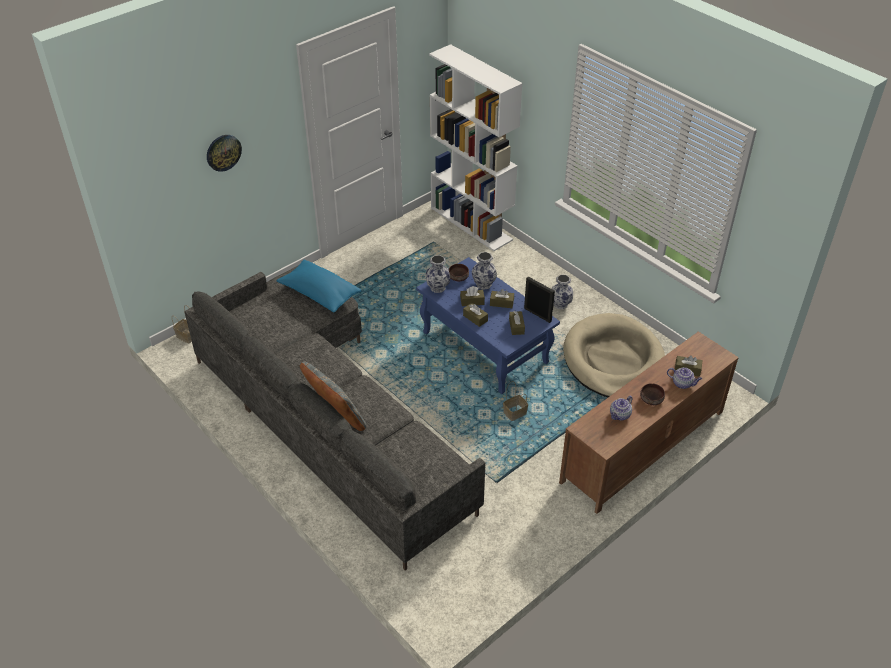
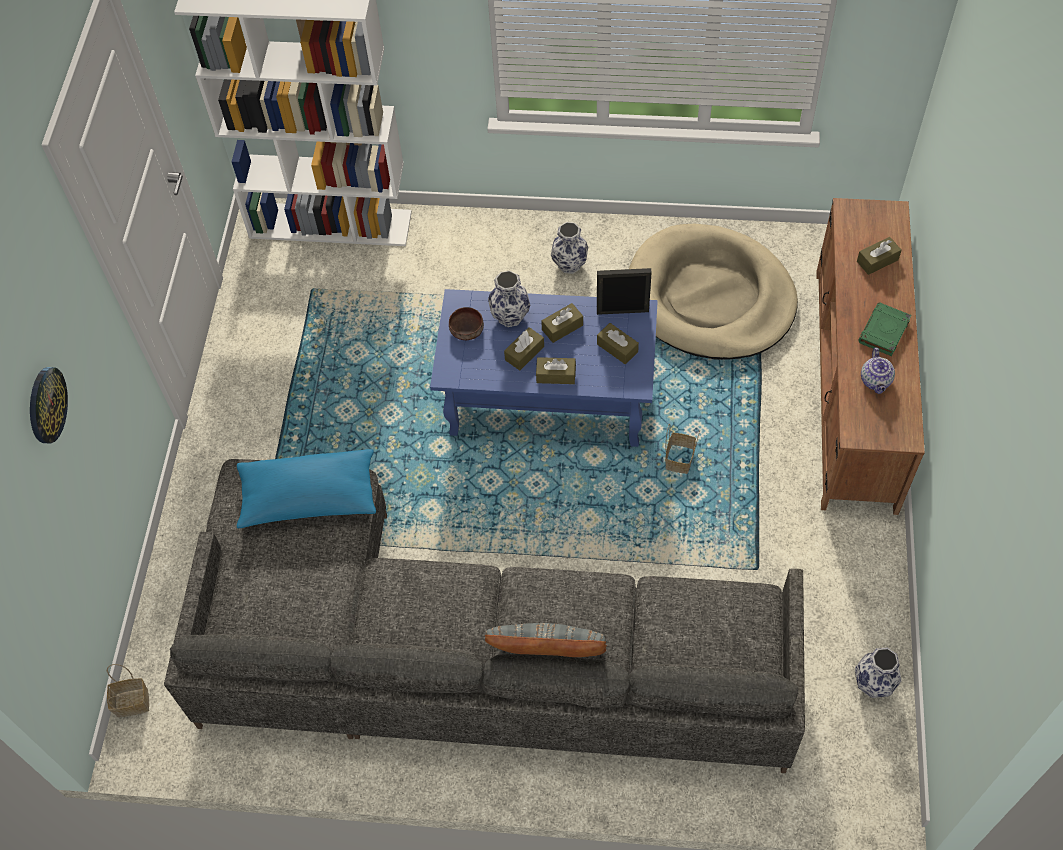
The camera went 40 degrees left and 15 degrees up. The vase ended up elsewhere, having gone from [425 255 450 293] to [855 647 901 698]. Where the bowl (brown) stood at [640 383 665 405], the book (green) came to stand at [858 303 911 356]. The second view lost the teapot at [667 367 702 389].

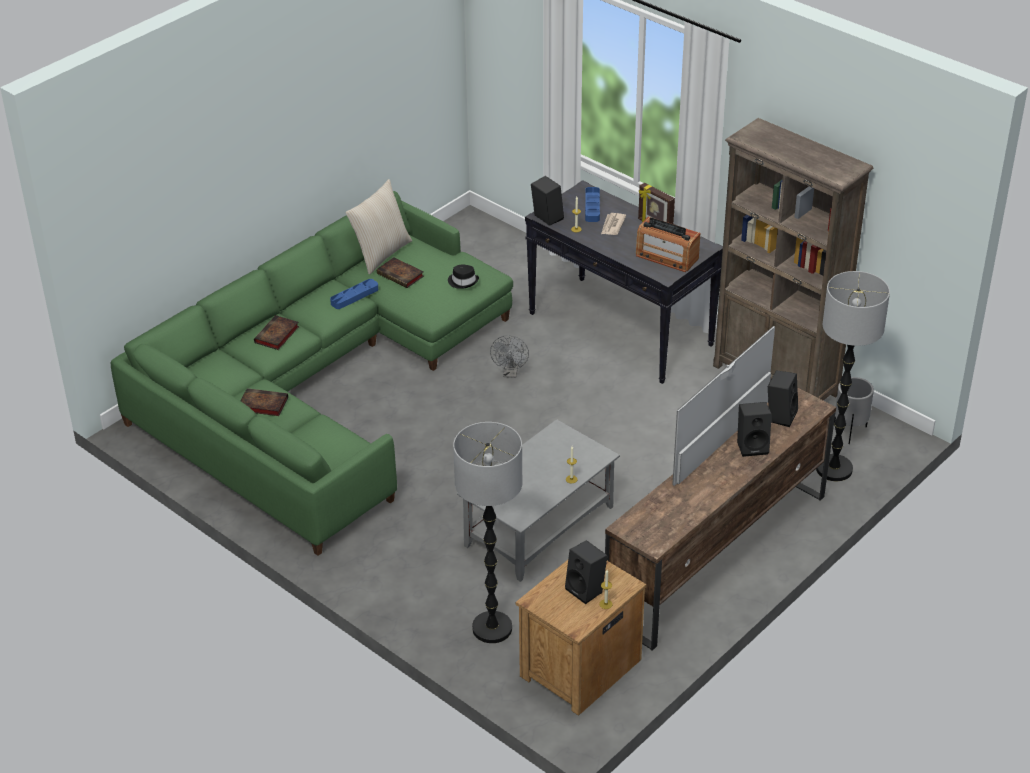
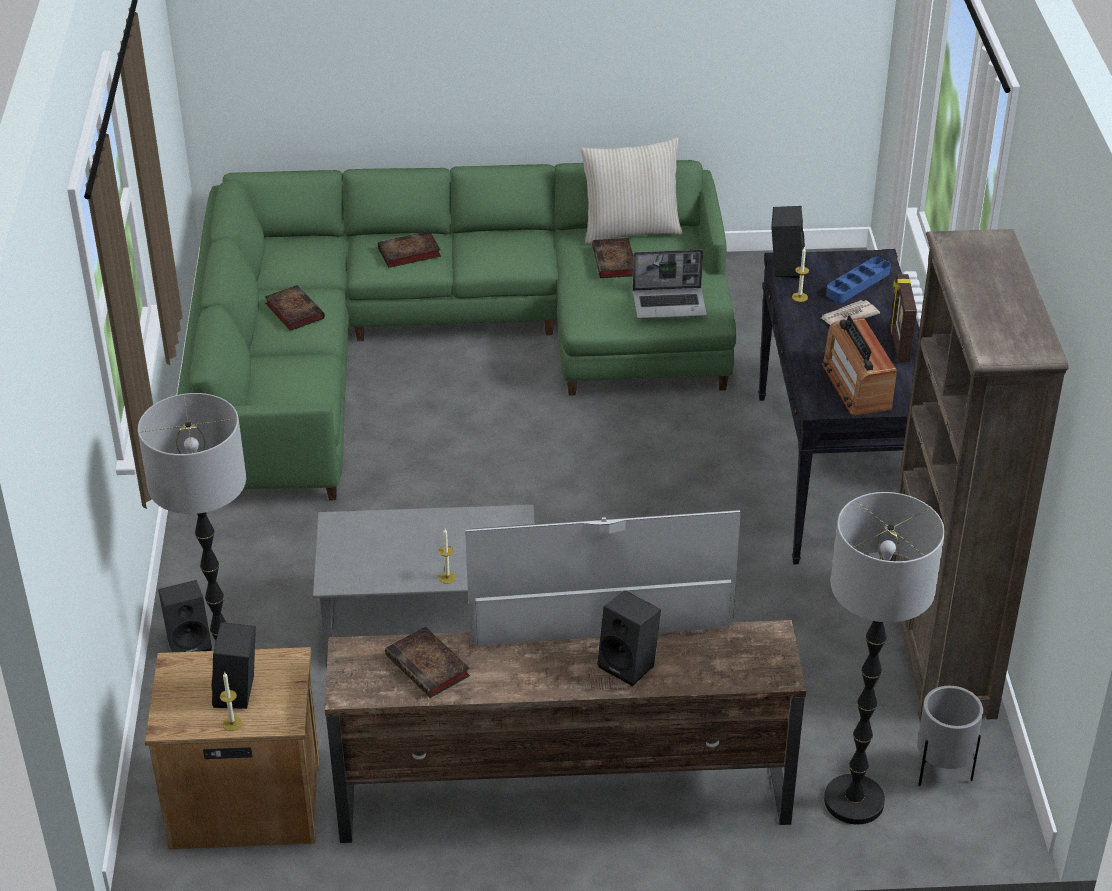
The camera went 45 degrees right and 0 degrees up. The speaker (black) ended up elsewhere, having gone from [768 370 798 427] to [158 580 212 652]. The second view gained the book at [385 626 470 698]. Where the hat (black) stood at [448 265 479 289], the laptop came to stand at [633 249 707 319]. The second view lost the tray (blue) at [330 279 378 309]. The second view lost the fan (grey) at [490 335 529 378].

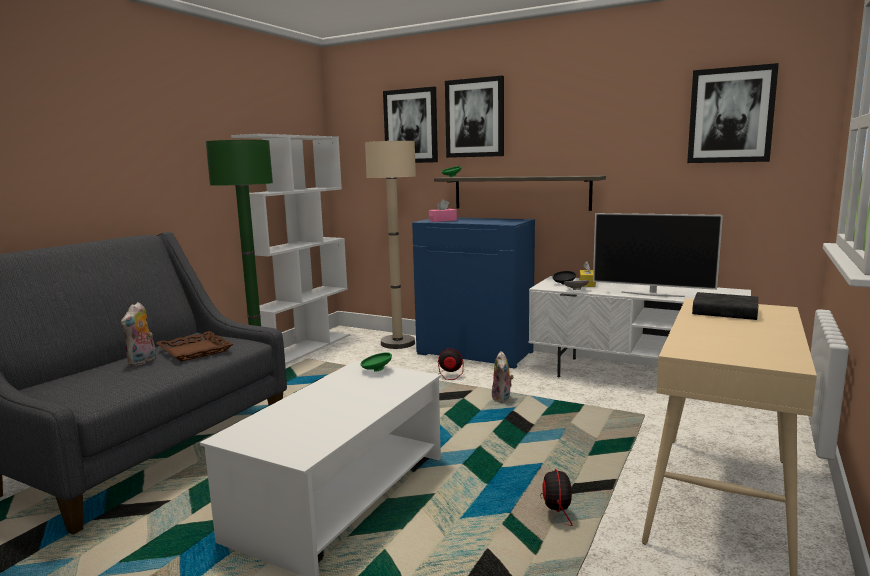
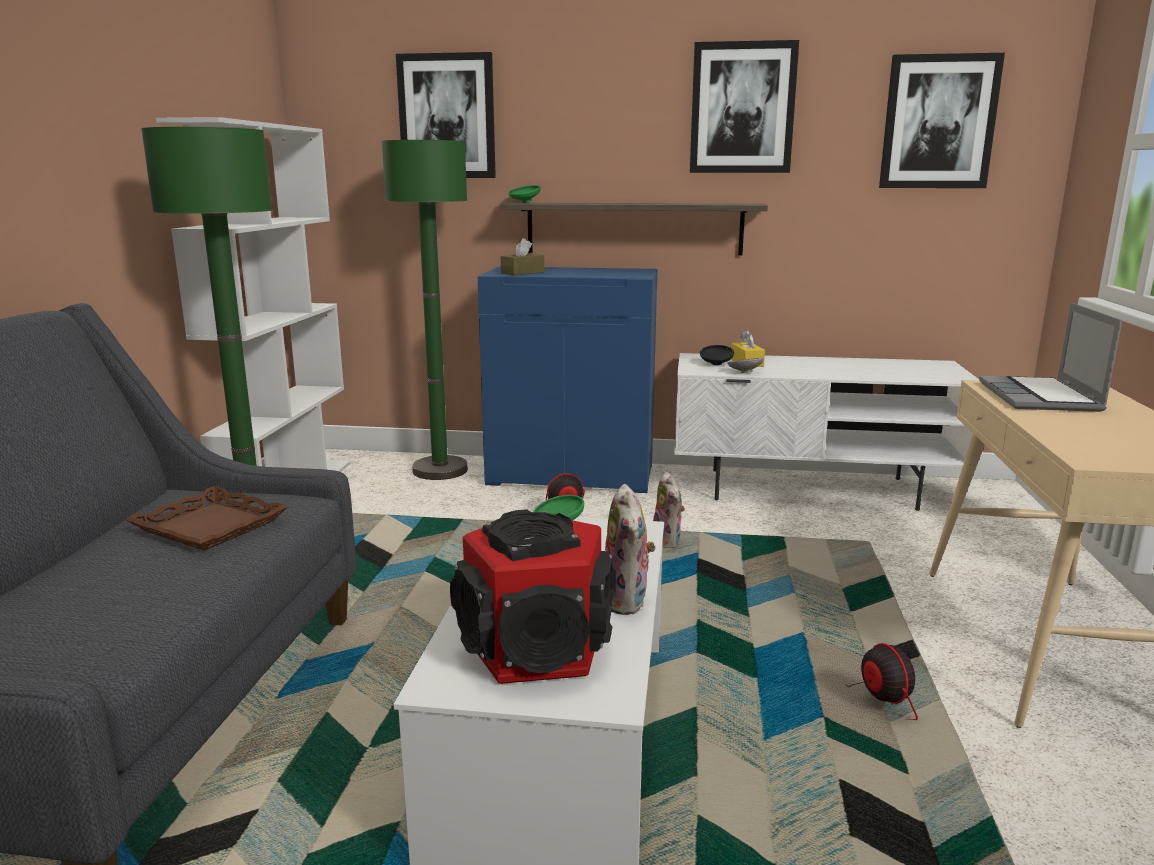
The camera went 20 degrees left and 5 degrees up. What was the floor lamp (beige) at [365 141 416 349] turned into the floor lamp (green) at [382 140 468 480]. The second view gained the speaker at [450 509 616 684]. What was the tissue box (pink) at [429 199 457 222] turned into the tissue box (brown) at [501 238 544 275]. The plush toy ended up elsewhere, having gone from [121 302 156 366] to [605 484 656 615]. The picture ended up elsewhere, having gone from [445 76 504 158] to [690 40 799 173]. Where the book (black) stood at [692 292 758 320], the laptop came to stand at [979 303 1122 412]. The second view lost the television at [593 213 723 297].

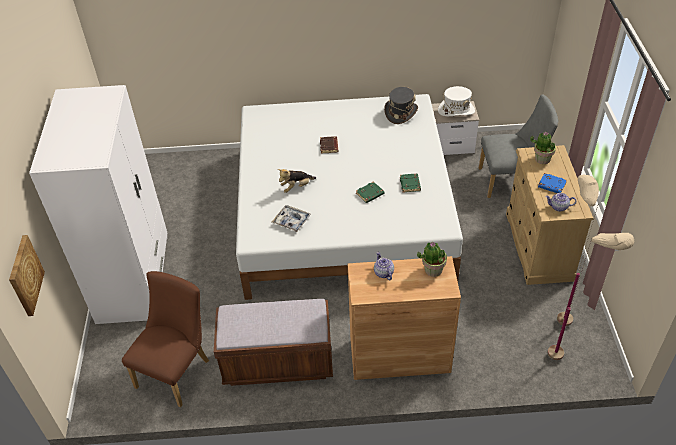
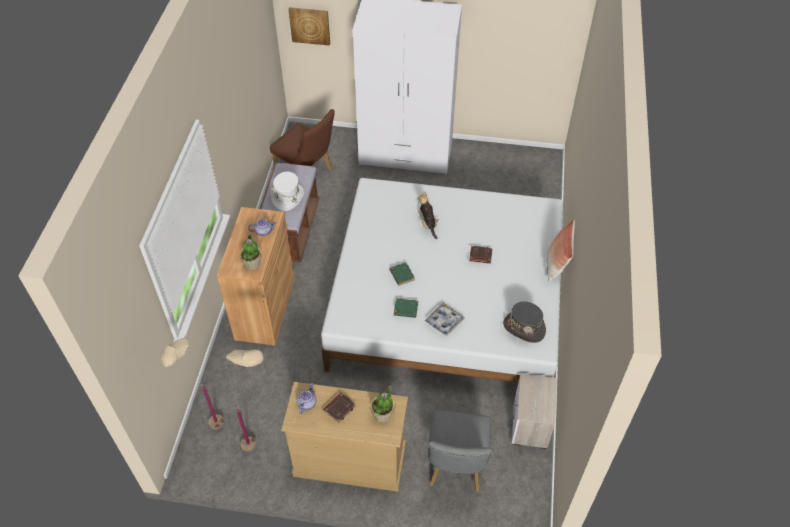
The camera went 100 degrees right and 5 degrees up. The hat (white) ended up elsewhere, having gone from [438 86 475 116] to [270 172 304 211]. What was the book (blue) at [538 173 567 193] turned into the book (brown) at [323 392 356 423]. The tray ended up elsewhere, having gone from [272 205 311 232] to [425 303 464 336]. The second view gained the pillow at [546 220 575 282].

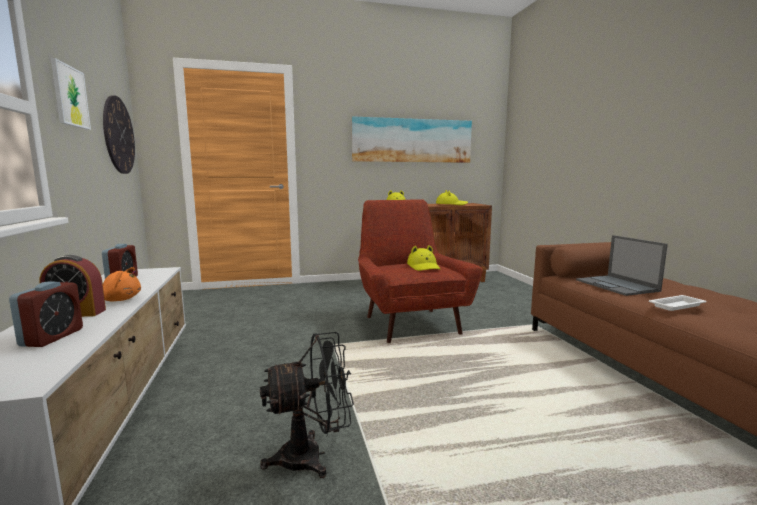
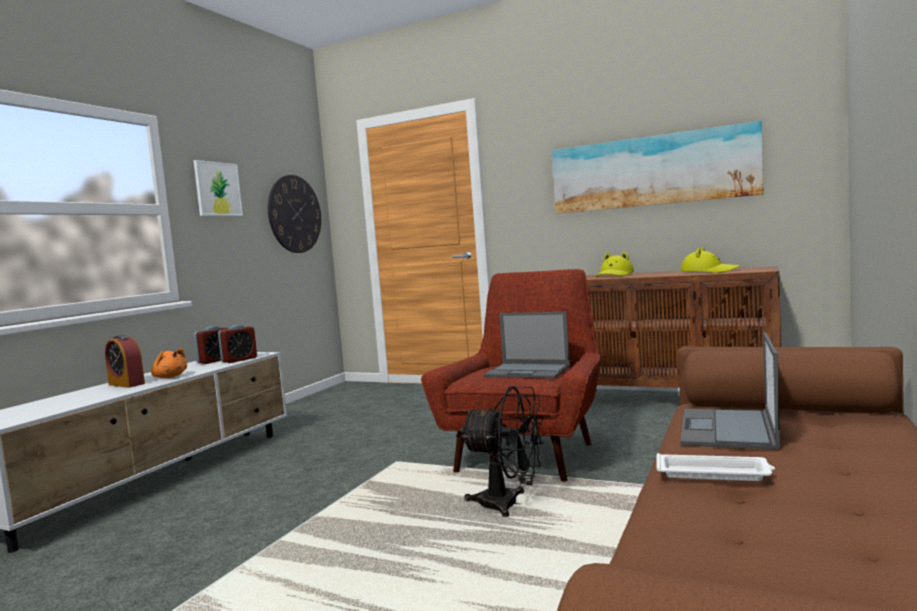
The camera went 40 degrees right and 5 degrees down. The alarm clock ended up elsewhere, having gone from [9 281 83 347] to [218 325 257 363]. The fan (black) ended up elsewhere, having gone from [260 332 354 478] to [460 386 544 517]. Where the hat (yellow) stood at [407 245 441 271], the laptop came to stand at [484 312 570 379].

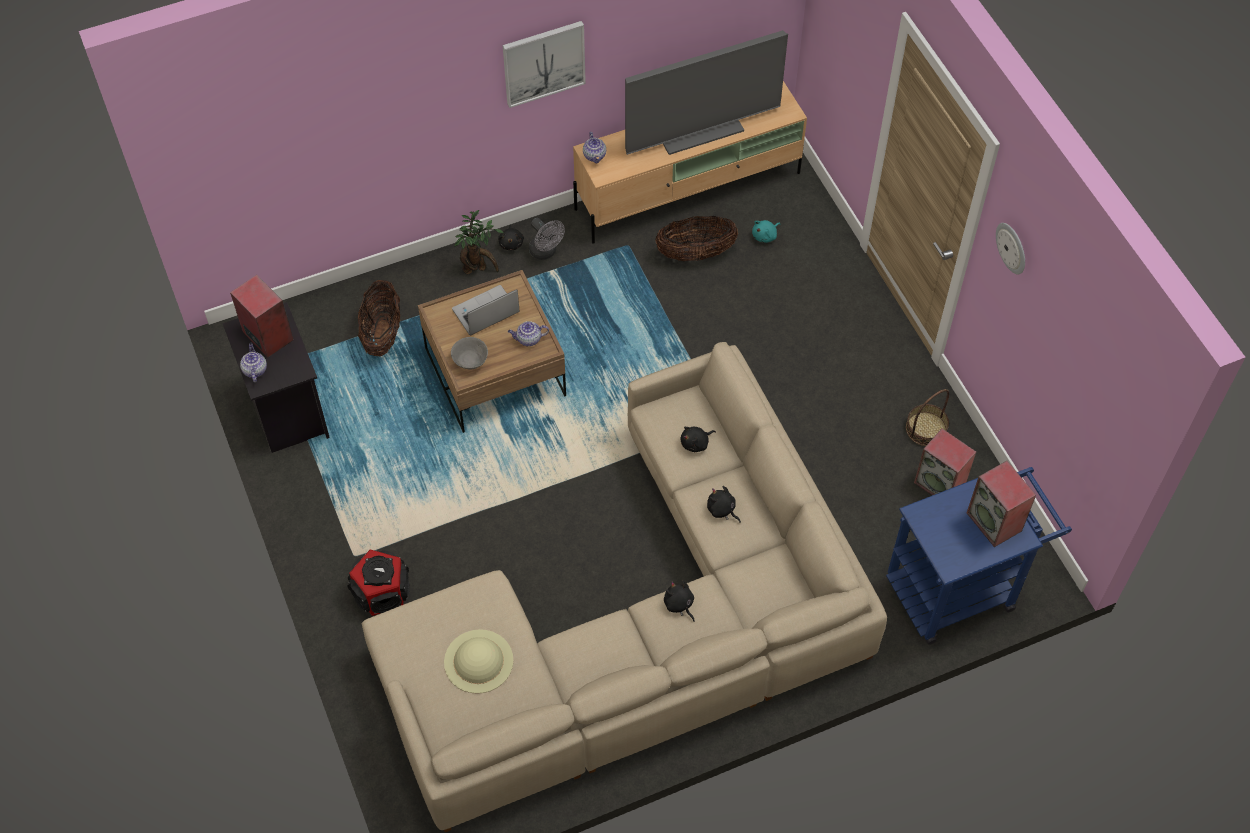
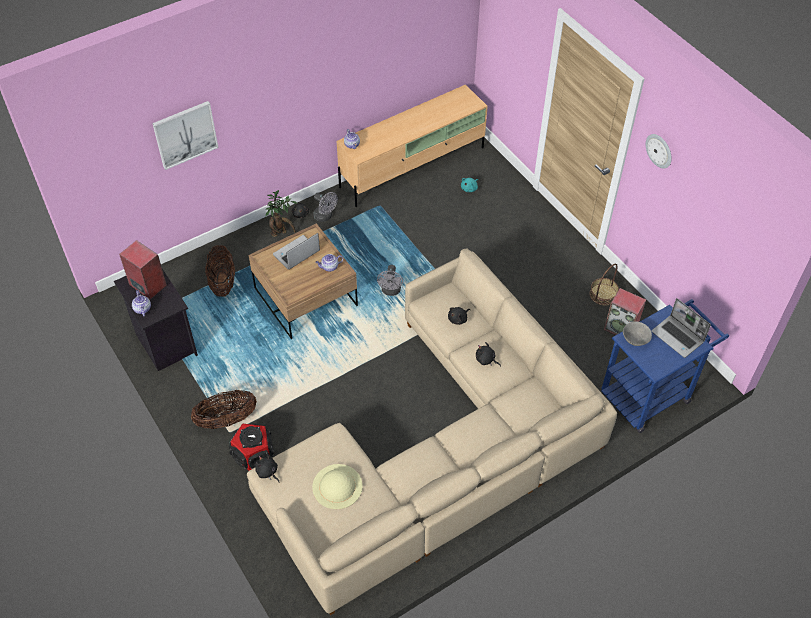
The camera went 10 degrees left and 5 degrees down. The picture ended up elsewhere, having gone from [503 21 586 108] to [152 101 219 170]. The basket ended up elsewhere, having gone from [655 215 738 261] to [191 390 257 429]. The plush toy (black) ended up elsewhere, having gone from [664 581 694 621] to [255 454 280 483]. The second view gained the fan (grey) at [377 265 403 296]. The bowl (grey) ended up elsewhere, having gone from [451 337 488 369] to [623 321 652 346]. Where the speaker stood at [967 461 1036 547], the laptop came to stand at [652 298 711 358]. The second view lost the television at [625 30 788 155].

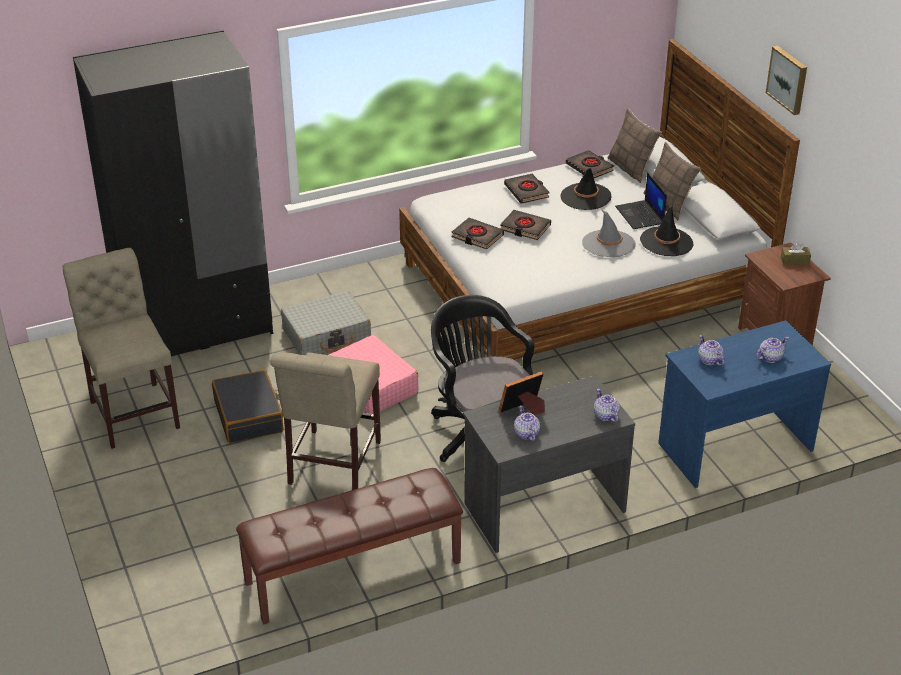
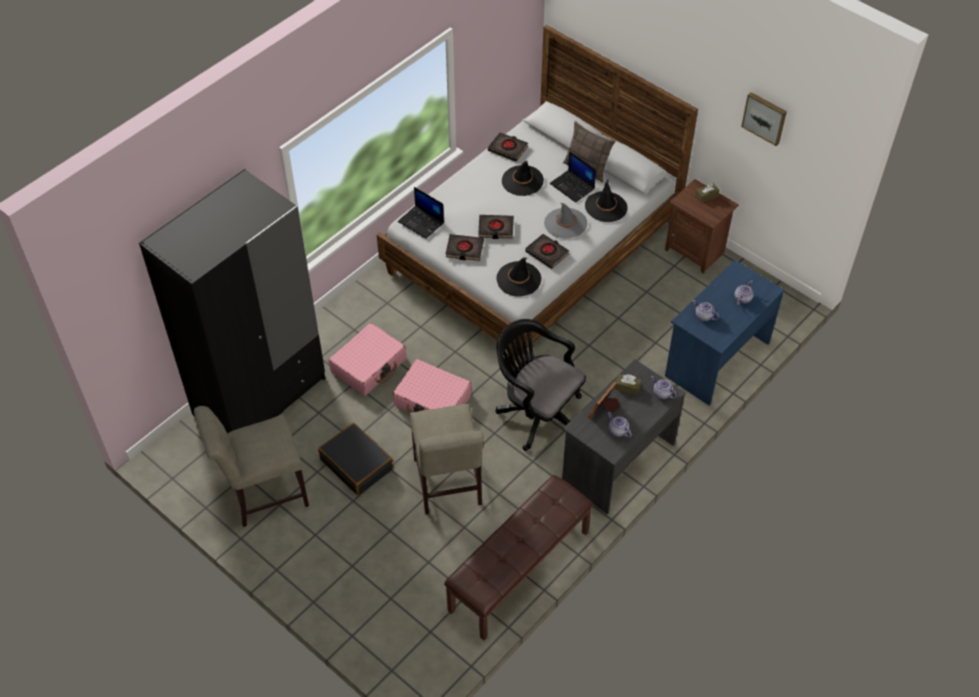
The camera went 25 degrees left and 15 degrees up. The chair (beige) at [63 248 180 449] ended up facing another way, 60 degrees counterclockwise from before. What was the suitcase (grey) at [281 291 371 355] turned into the suitcase (pink) at [329 323 406 396]. The second view gained the laptop at [398 187 444 239]. The second view gained the hat (black) at [496 257 541 297]. The book (black) ended up elsewhere, having gone from [504 174 550 204] to [525 234 569 269]. The second view gained the tissue box (brown) at [615 374 641 395]. The picture ended up elsewhere, having gone from [766 46 807 115] to [741 92 787 146]. The second view lost the pillow at [607 108 662 183].

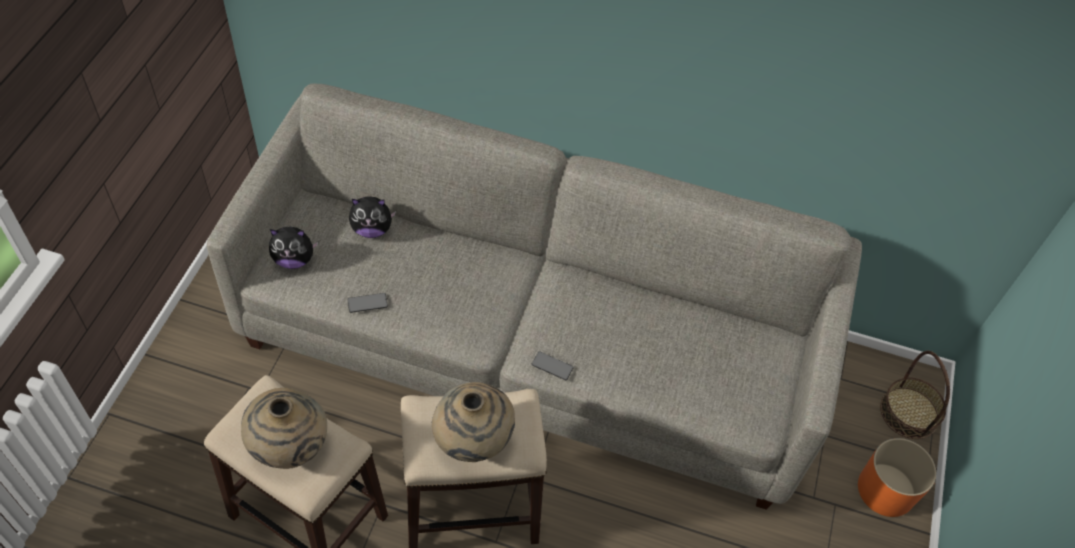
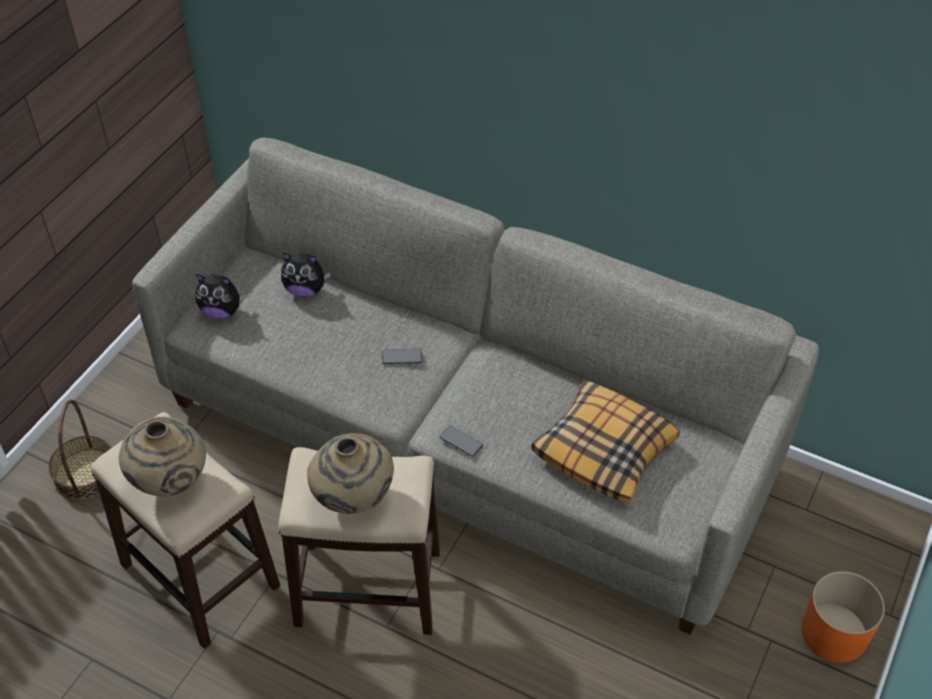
The camera went 15 degrees right and 5 degrees down. The basket ended up elsewhere, having gone from [880 351 950 439] to [49 400 112 500]. The phone ended up elsewhere, having gone from [347 293 388 313] to [382 349 422 364]. The second view gained the pillow at [532 380 680 503].

